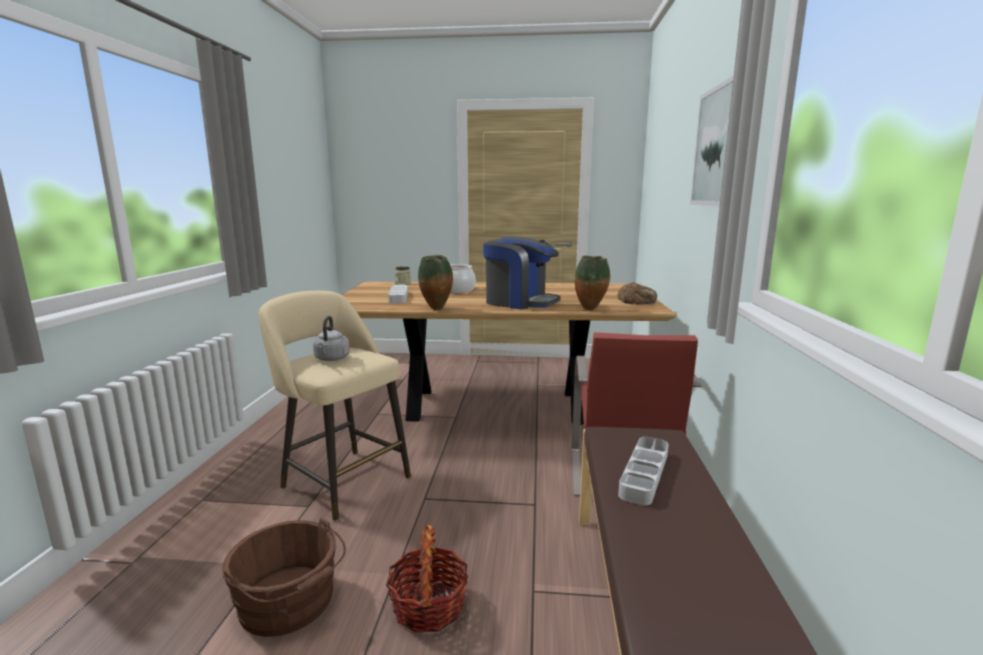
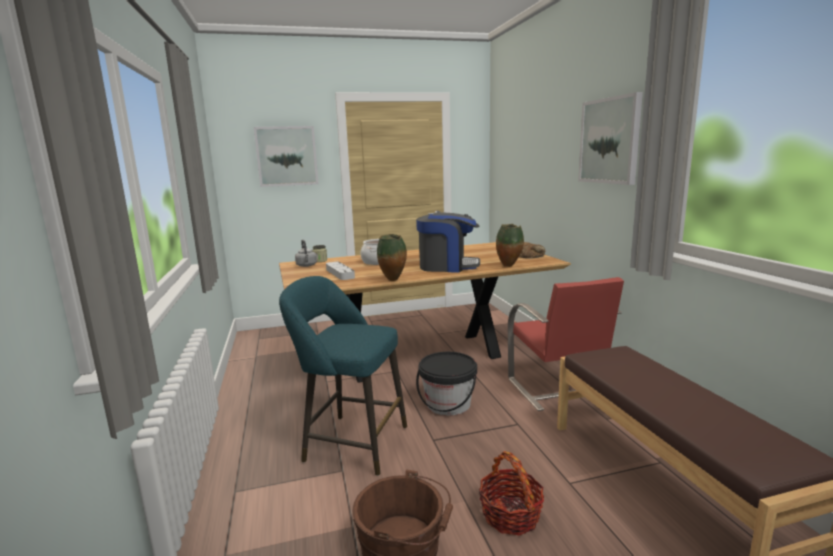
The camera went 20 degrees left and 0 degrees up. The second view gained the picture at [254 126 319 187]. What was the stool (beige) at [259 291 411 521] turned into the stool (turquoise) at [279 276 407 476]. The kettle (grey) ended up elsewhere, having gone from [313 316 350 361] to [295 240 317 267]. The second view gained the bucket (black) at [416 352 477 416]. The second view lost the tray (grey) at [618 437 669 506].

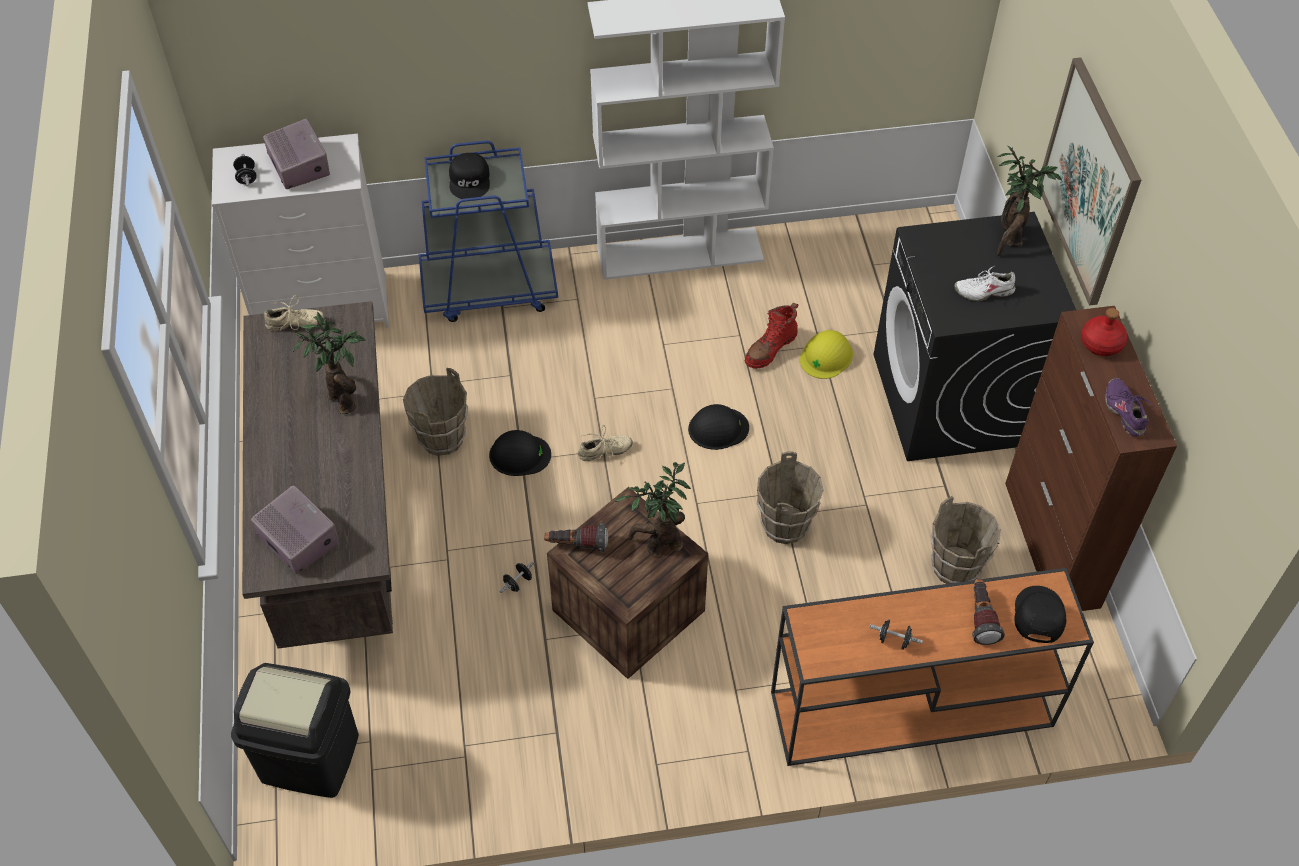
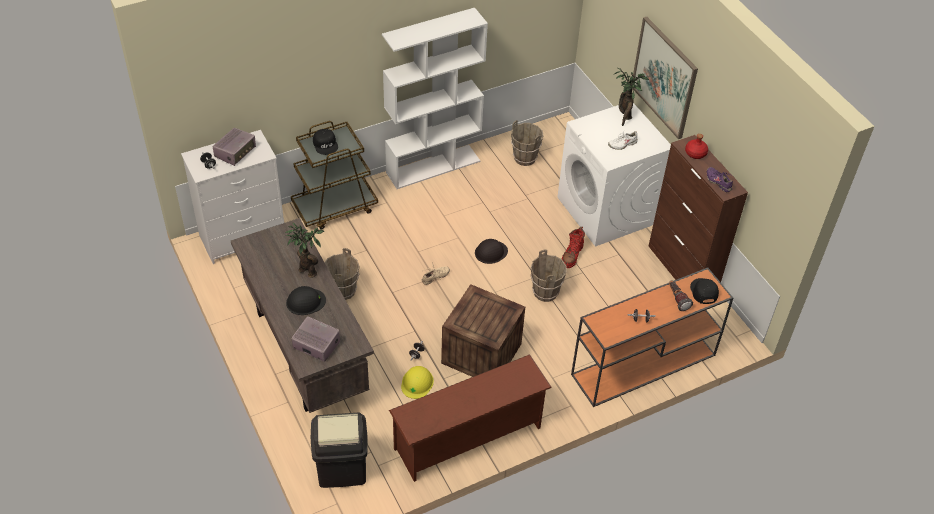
The camera went 20 degrees left and 5 degrees down. The radio at [263 119 330 189] ended up facing another way, 75 degrees clockwise from before. The hard hat (black) ended up elsewhere, having gone from [489 430 551 476] to [286 286 326 315]. What was the cart (blue) at [419 140 558 322] turned into the cart (brown) at [291 121 378 229]. The second view gained the shoe rack (brown) at [389 354 552 482]. The hard hat (yellow) ended up elsewhere, having gone from [800 330 853 379] to [401 366 434 399]. The bucket (brown) ended up elsewhere, having gone from [930 496 1001 584] to [511 120 544 166]. What was the washing machine (black) at [873 212 1076 461] turned into the washing machine (white) at [557 103 671 246]. The boot (red) ended up elsewhere, having gone from [745 303 798 369] to [562 227 585 268]. The second view lost the shoe (beige) at [264 295 325 331]. The second view lost the flashlight at [544 523 608 552]. The second view lost the potted plant at [614 462 691 556].

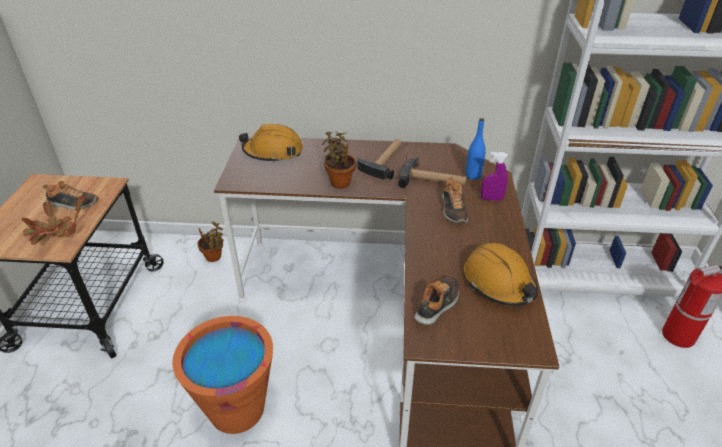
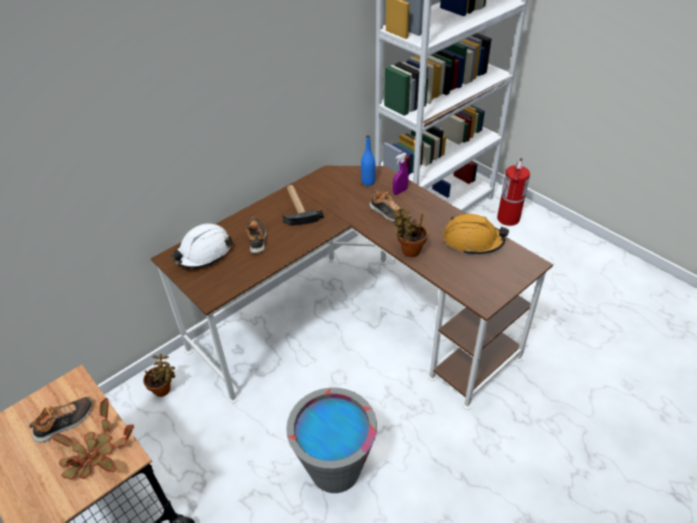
The camera went 45 degrees left and 5 degrees up. What was the hard hat (orange) at [239 124 303 163] turned into the hard hat (white) at [171 223 233 269]. The shoe ended up elsewhere, having gone from [414 275 459 325] to [246 217 266 254]. What was the bucket (orange) at [172 316 273 434] turned into the bucket (grey) at [286 387 377 493]. The potted plant ended up elsewhere, having gone from [322 131 356 189] to [393 206 428 257]. The second view lost the hammer at [398 158 467 188].

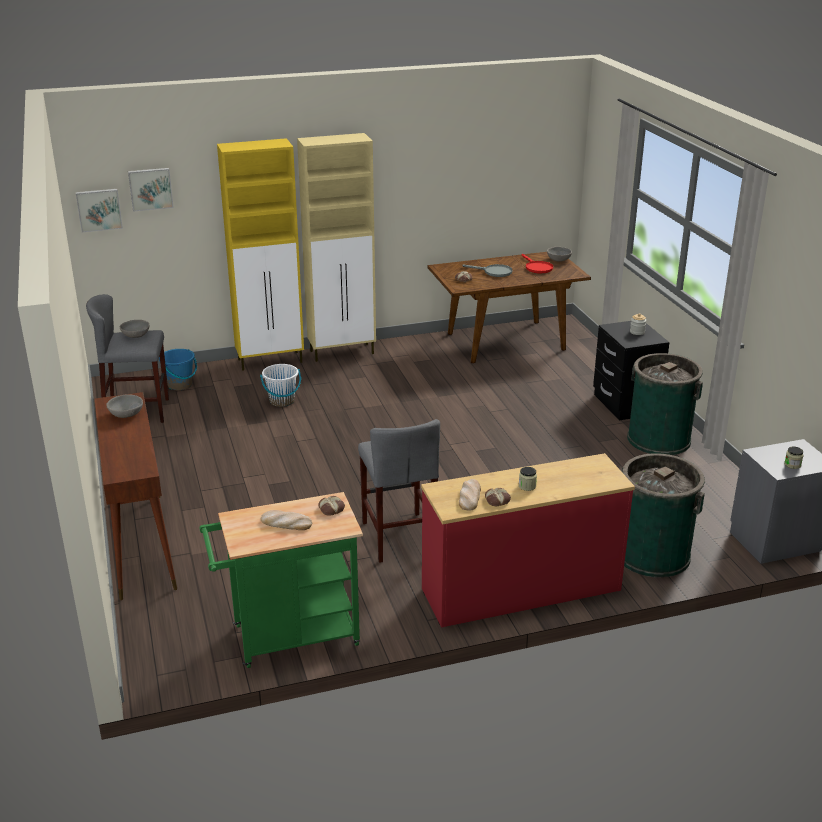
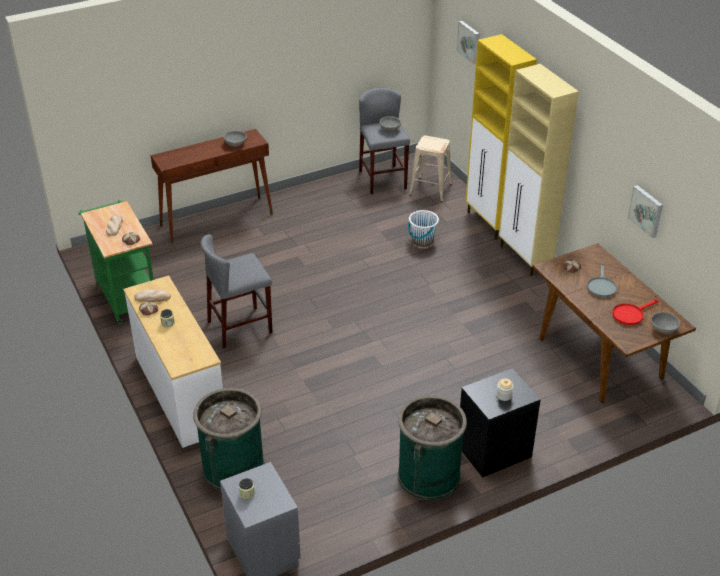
The camera went 80 degrees right and 10 degrees up. What was the dresser (red) at [421 453 635 628] turned into the dresser (white) at [123 276 223 448]. Where the bucket (blue) stood at [159 349 197 390], the stool (beige) came to stand at [409 136 452 202]. The picture ended up elsewhere, having gone from [76 189 123 232] to [628 185 663 238].

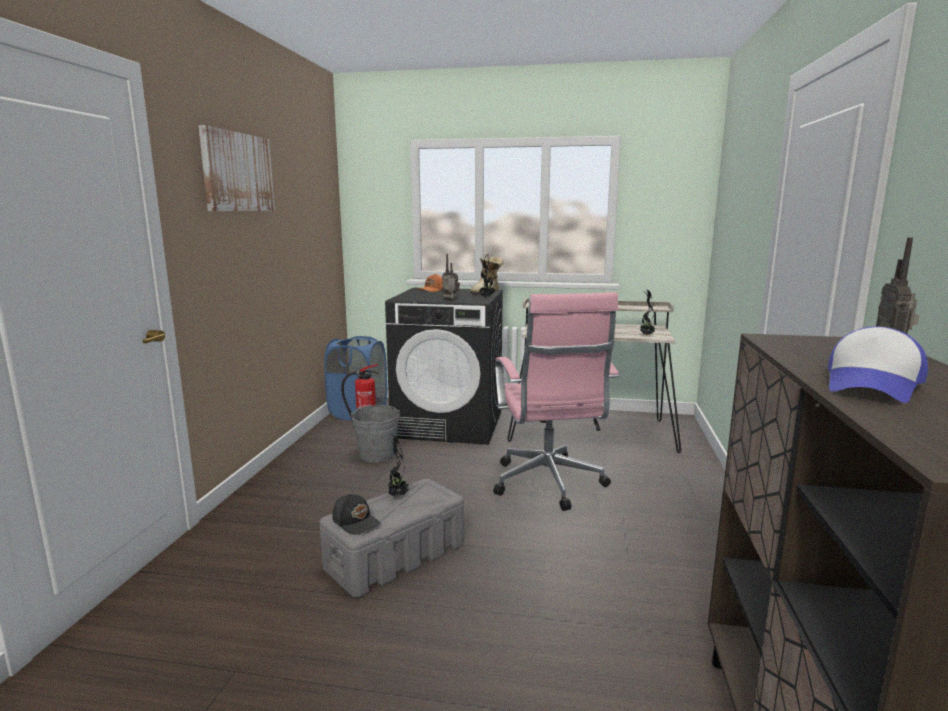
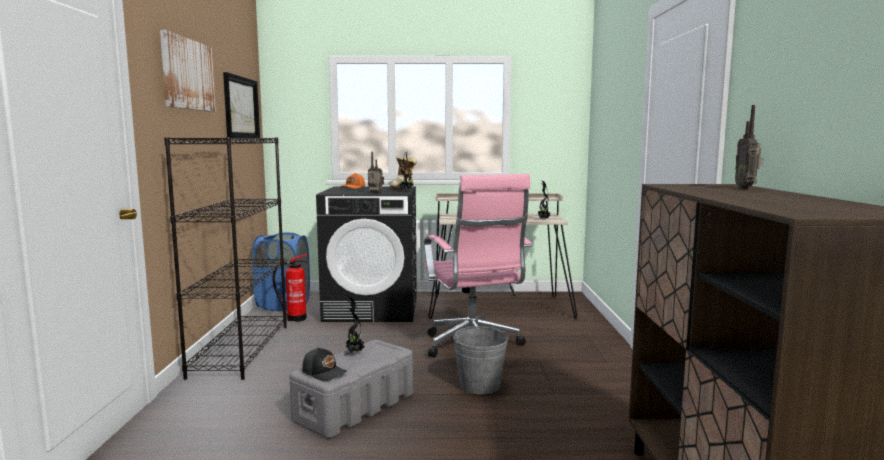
The camera went 10 degrees left and 5 degrees down. The second view gained the bookcase (black) at [164 137 287 380]. The second view gained the picture at [223 72 260 138]. The bucket (grey) ended up elsewhere, having gone from [350 405 400 463] to [453 326 508 394]. The second view lost the cap at [828 327 928 403].

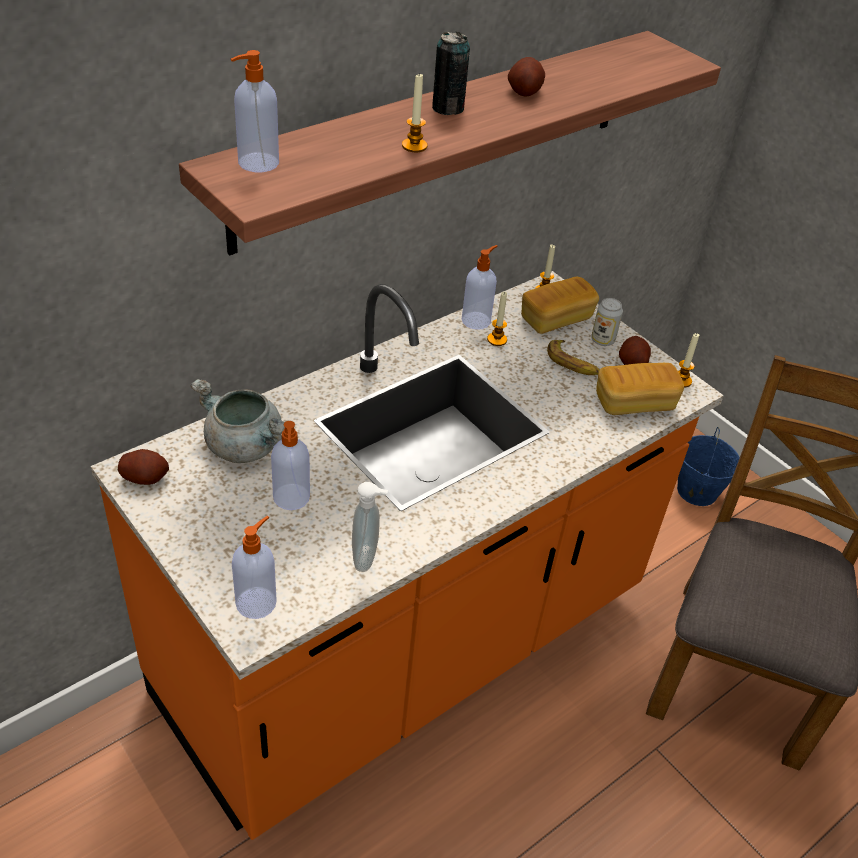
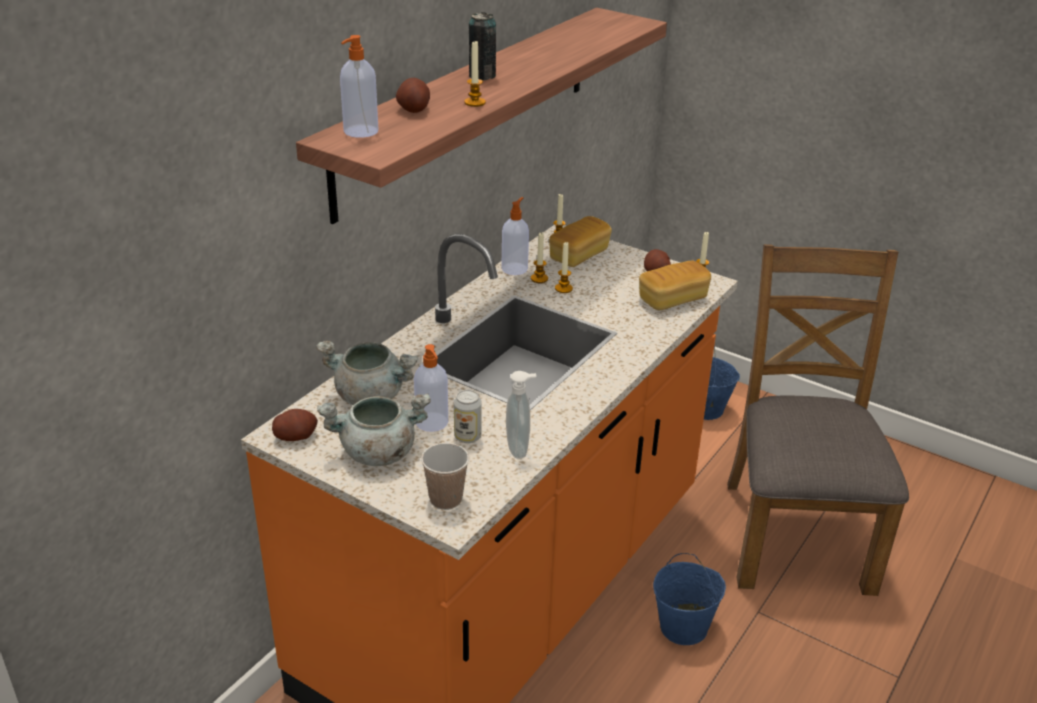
The camera went 15 degrees left and 10 degrees down. The second view gained the cooking pot (grey) at [317 393 431 466]. The potato ended up elsewhere, having gone from [508 57 545 97] to [396 78 430 113]. Where the soap dispenser stood at [232 516 277 619], the cup came to stand at [421 443 469 510]. The can ended up elsewhere, having gone from [591 298 623 346] to [454 390 482 443]. The second view gained the candle at [555 242 573 293]. The second view gained the bucket (blue) at [653 553 726 645]. The second view lost the banana at [547 340 599 375].

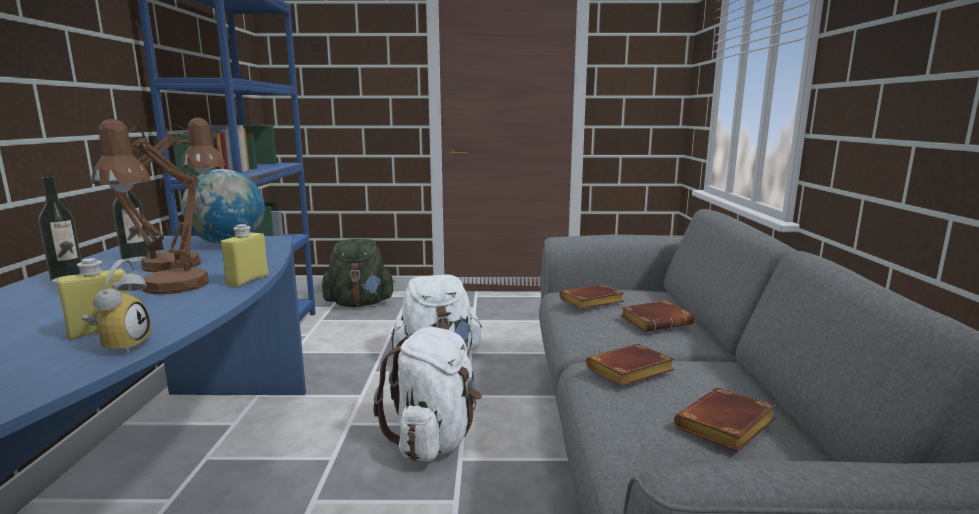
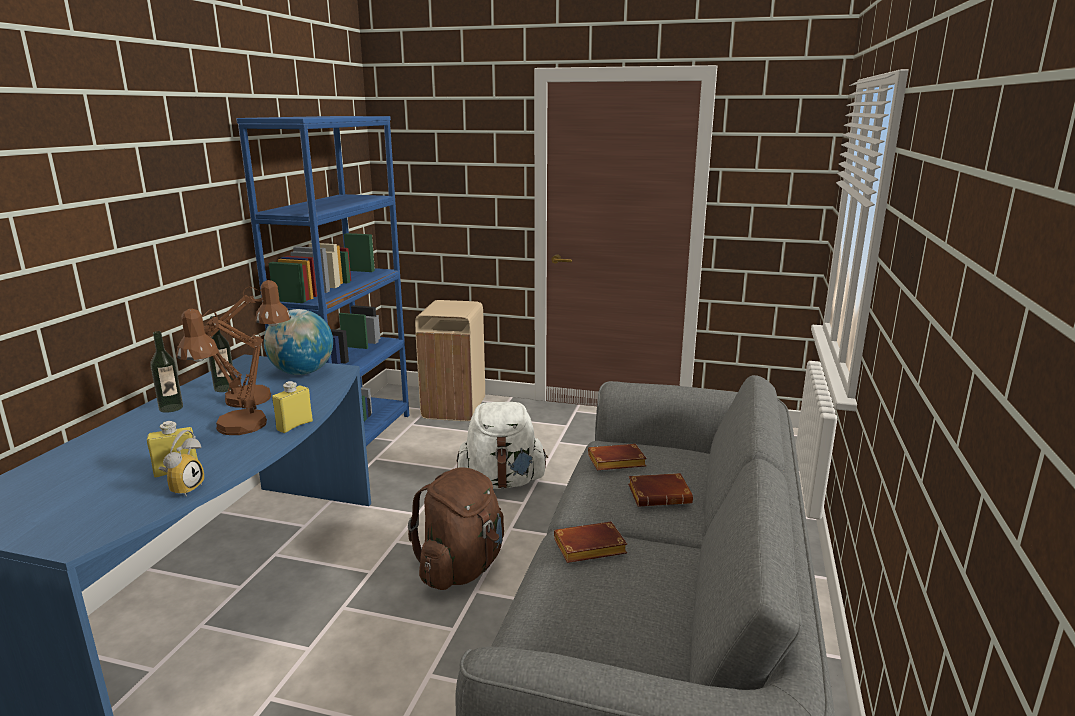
The camera went 15 degrees right and 5 degrees up. What was the backpack (white) at [374 327 482 462] turned into the backpack (brown) at [408 467 504 590]. Where the backpack (green) stood at [322 239 395 307], the trash can (beige) came to stand at [415 300 485 421]. The second view lost the book (brown) at [674 387 776 452].

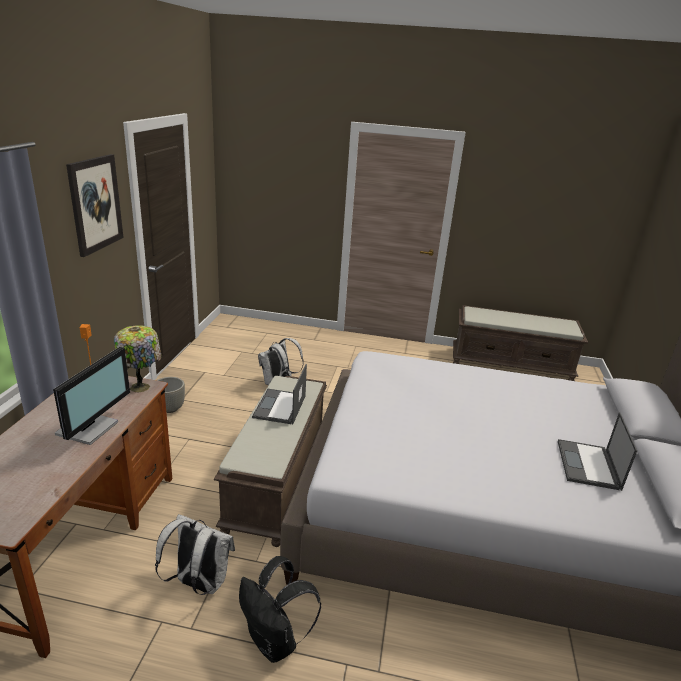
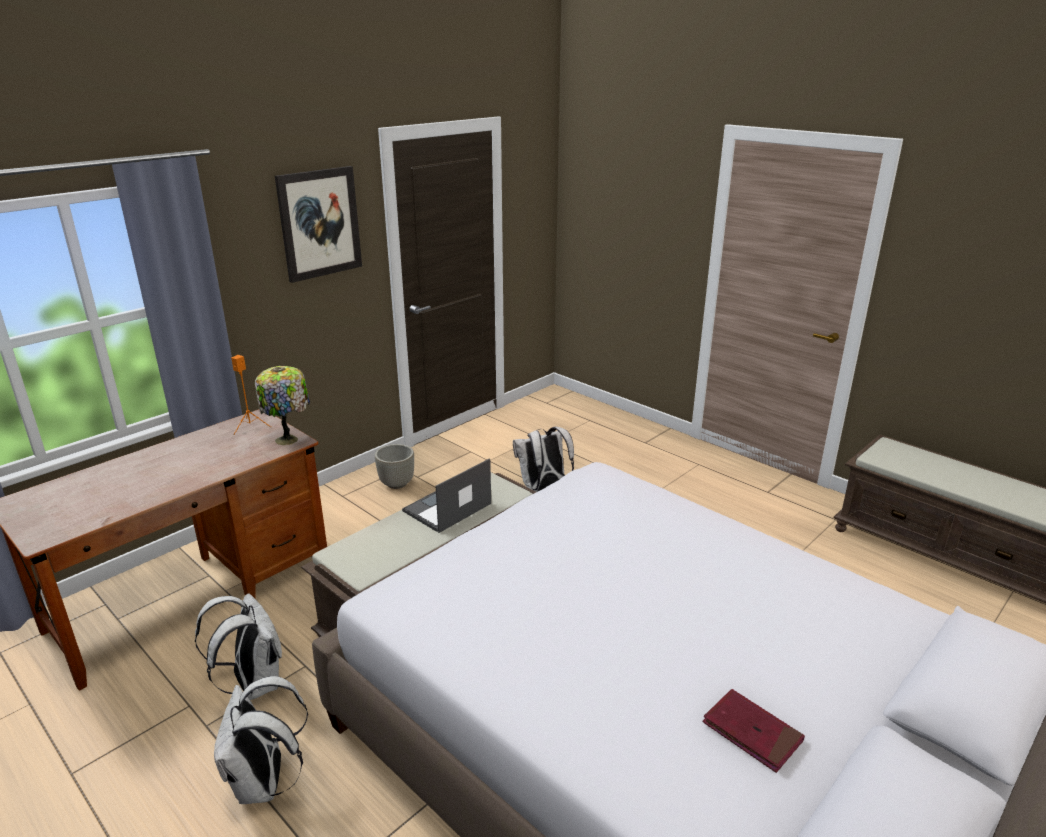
The camera went 35 degrees right and 0 degrees up. What was the backpack (black) at [239 556 321 663] turned into the backpack (white) at [214 676 308 804]. Where the laptop stood at [558 412 637 491], the book (red) came to stand at [702 689 805 773]. The second view lost the monitor at [53 347 130 445].

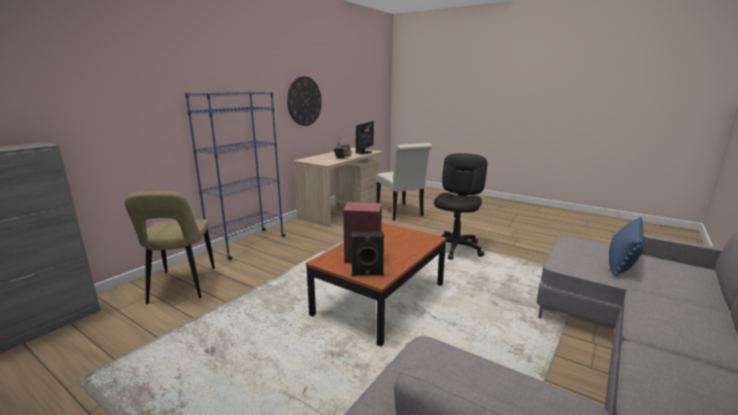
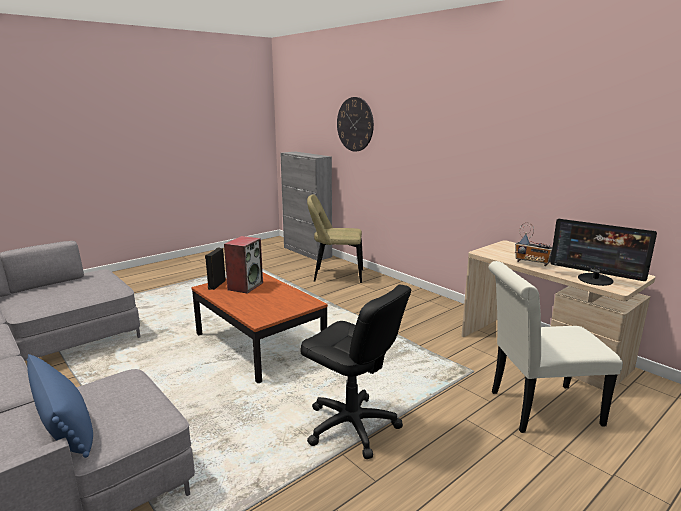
The camera went 105 degrees right and 0 degrees up. The wall clock ended up elsewhere, having gone from [287 76 322 126] to [337 97 374 152]. The second view lost the bookcase (blue) at [185 91 285 260].

